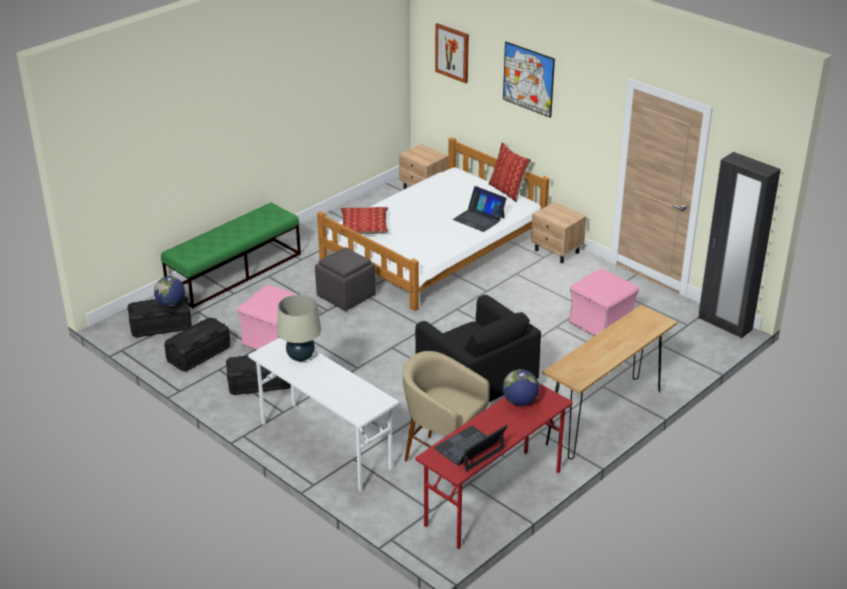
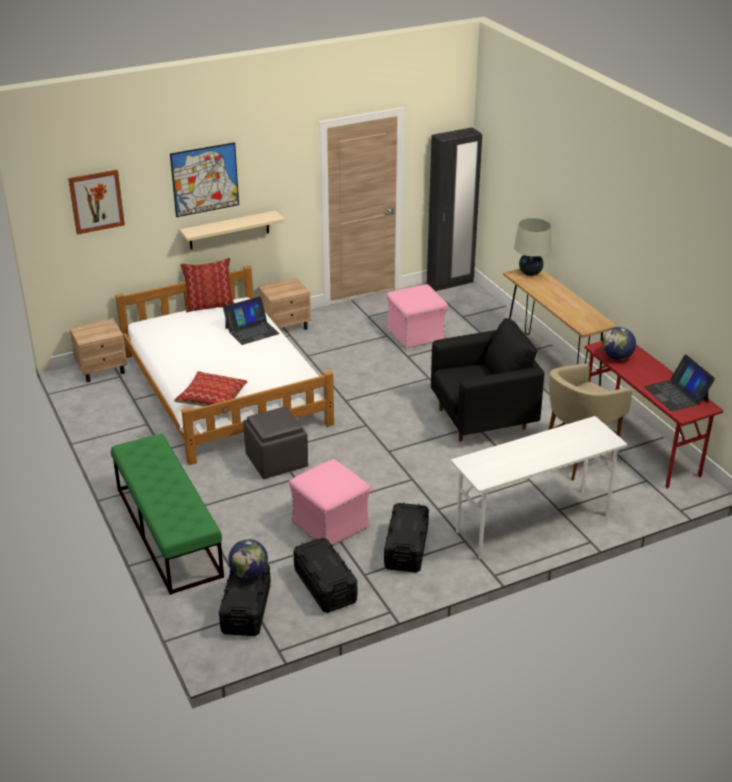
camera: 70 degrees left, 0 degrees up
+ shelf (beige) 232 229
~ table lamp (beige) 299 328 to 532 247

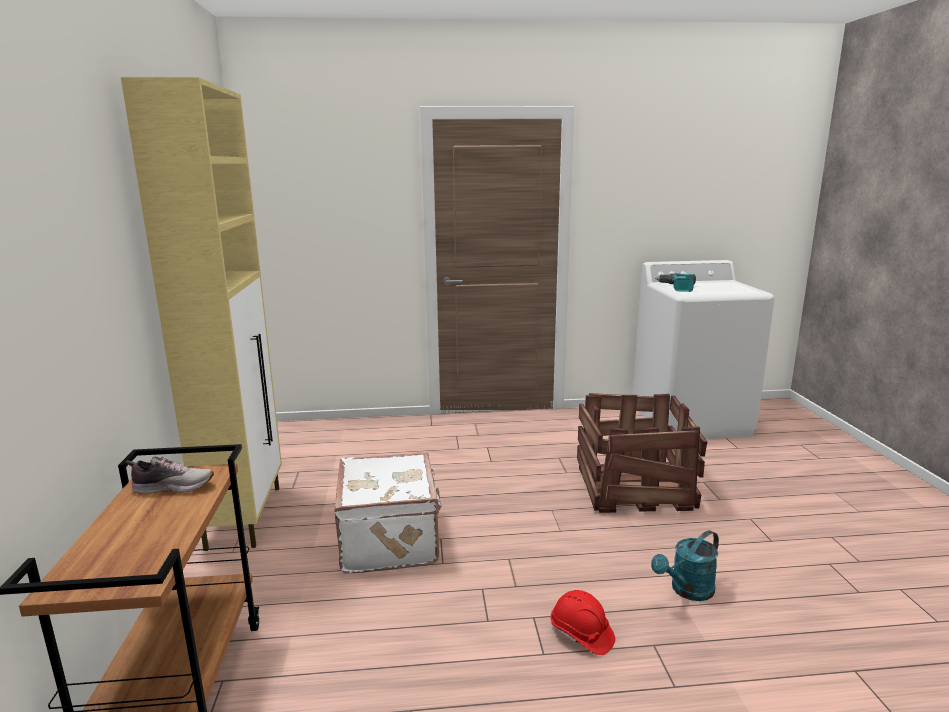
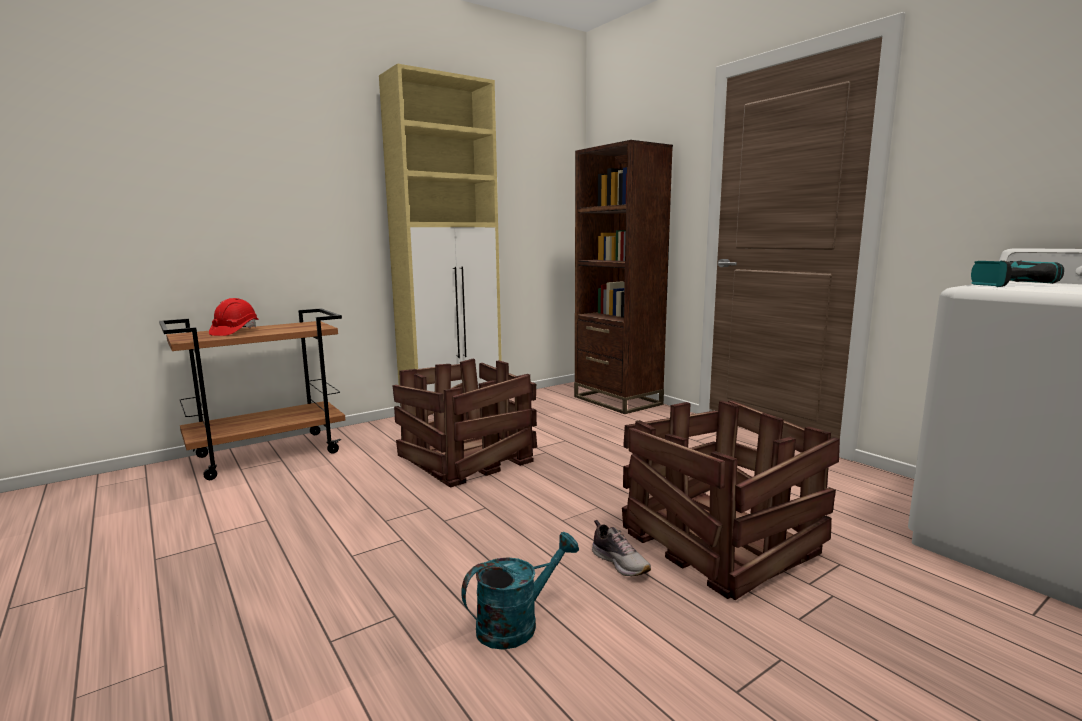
camera: 60 degrees right, 5 degrees down
+ bookcase (brown) 623 277
~ shoe 170 475 to 621 548
~ hard hat (red) 582 622 to 234 317
~ suitcase (white) 388 513 to crate 464 423
~ watering can (turquoise) 685 565 = 520 591 120 degrees clockwise

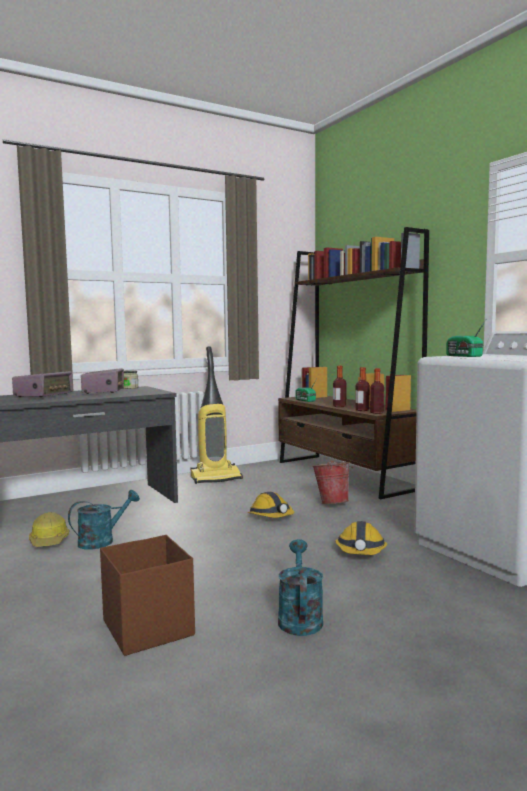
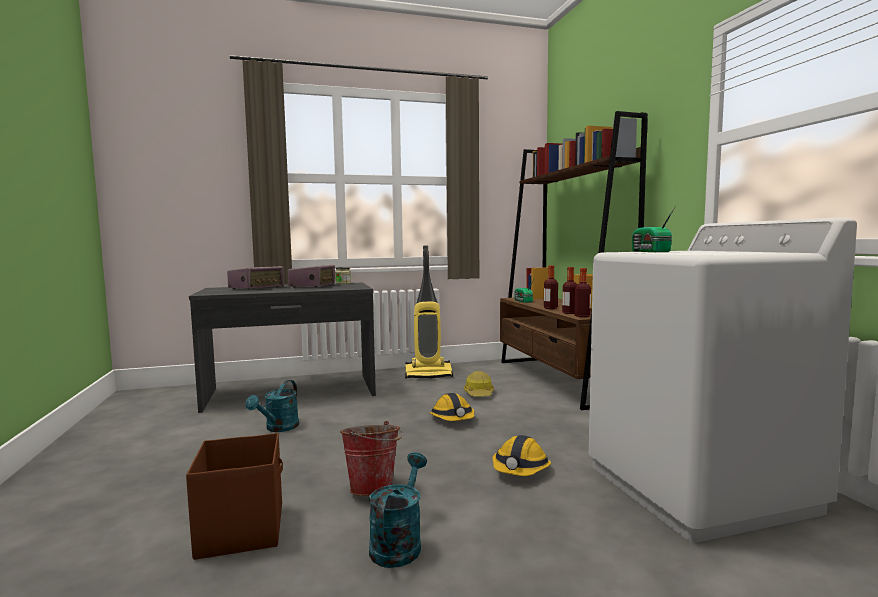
camera: 15 degrees right, 0 degrees up
~ hard hat 49 529 to 479 383
~ bucket 332 482 to 371 458
~ watering can (turquoise) 104 520 = 272 406 135 degrees clockwise

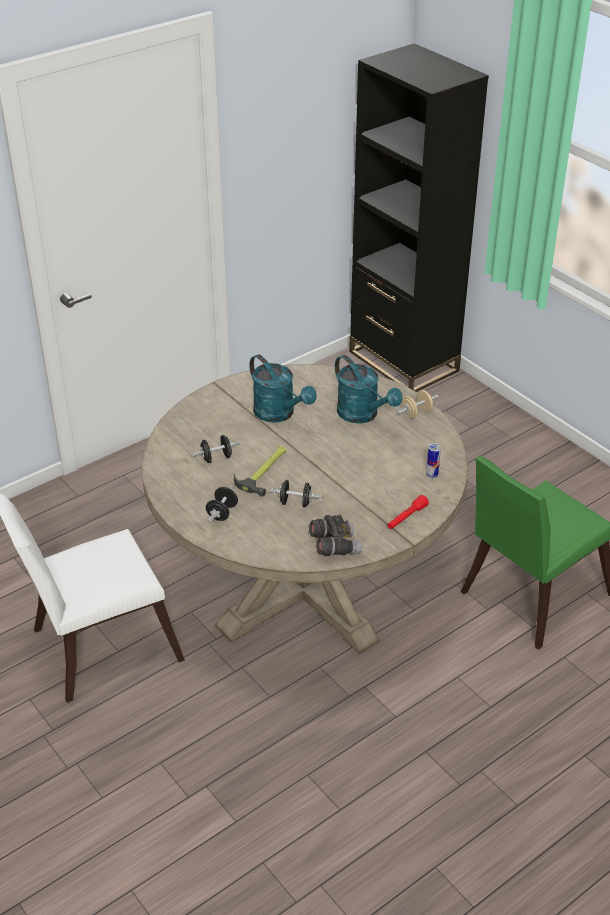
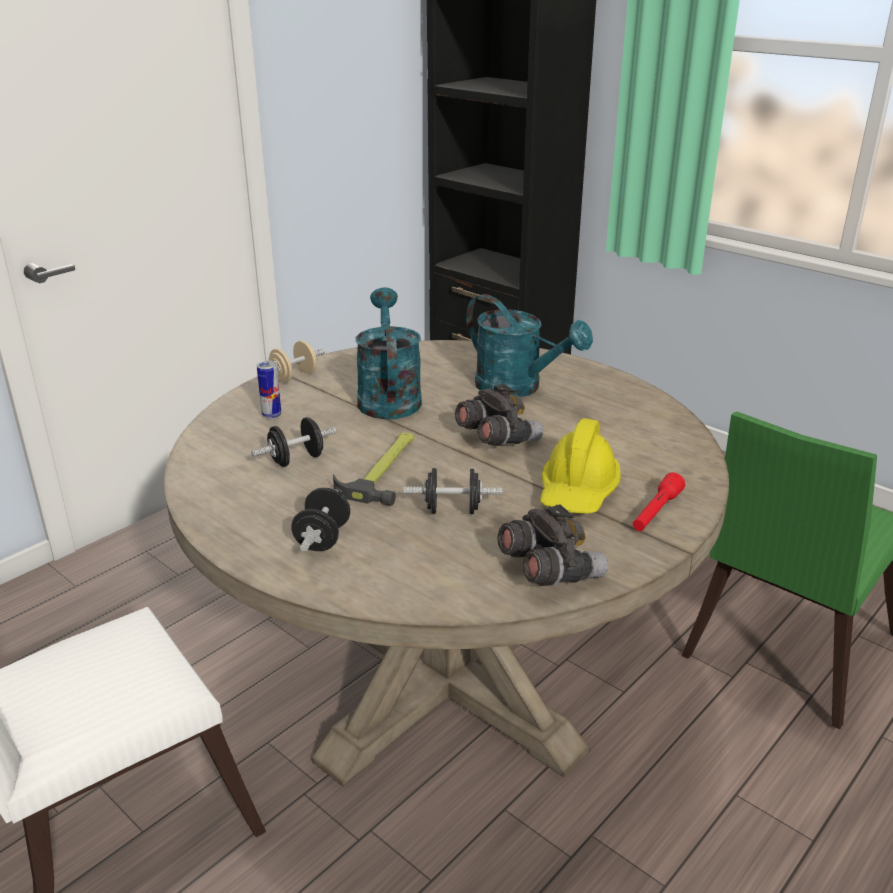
camera: 10 degrees left, 10 degrees down
+ binoculars (grey) 499 415
+ hard hat (yellow) 580 466
~ dumbbell (beige) 417 404 to 297 362
~ can 433 460 to 269 389
~ watering can (turquoise) 283 389 = 389 353 135 degrees counterclockwise

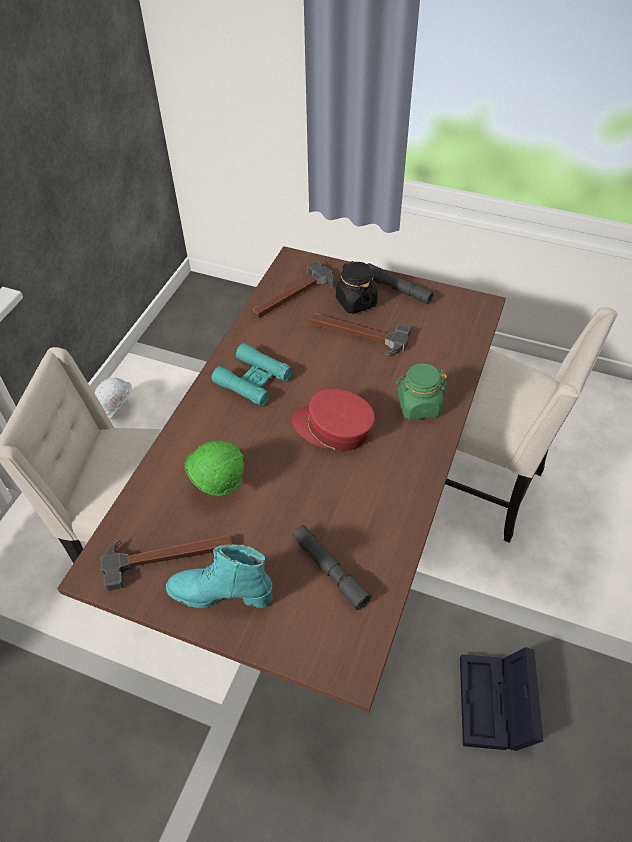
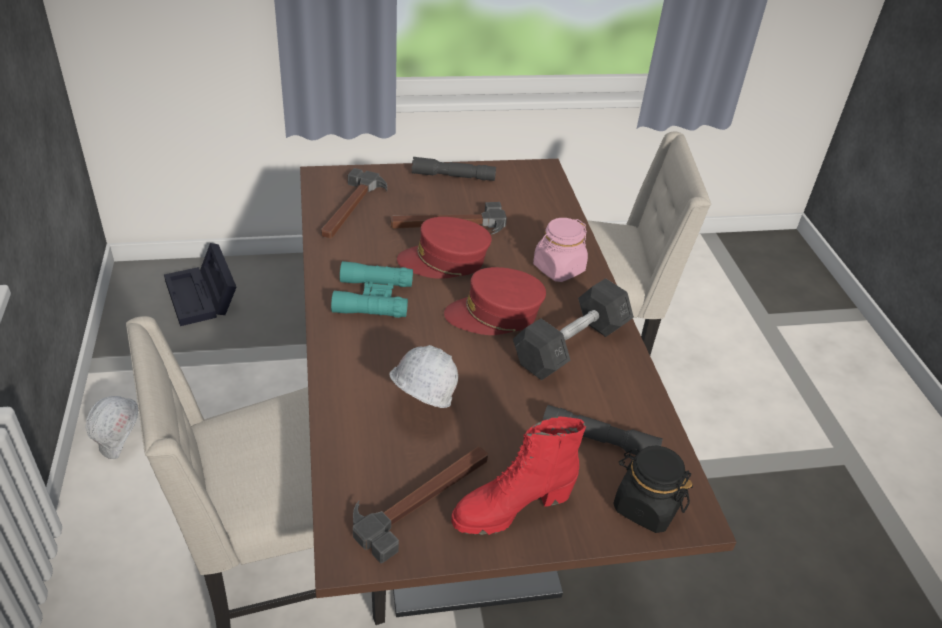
camera: 35 degrees left, 10 degrees down
+ cap (red) 444 248
+ dumbbell (grey) 573 329
~ jar (black) 357 287 to 653 489
~ storage box (black) 501 699 to 200 284
~ boot (turquoise) 219 576 to boot (red) 518 476
~ hard hat (green) 214 468 to hard hat (white) 423 376
~ jar (green) 421 391 to jar (pink) 560 250

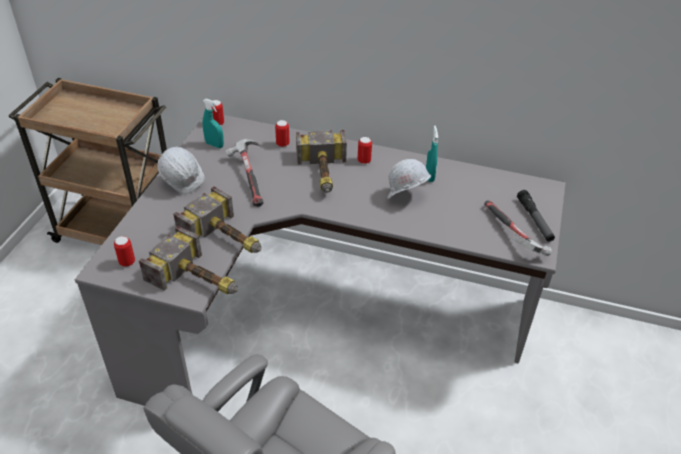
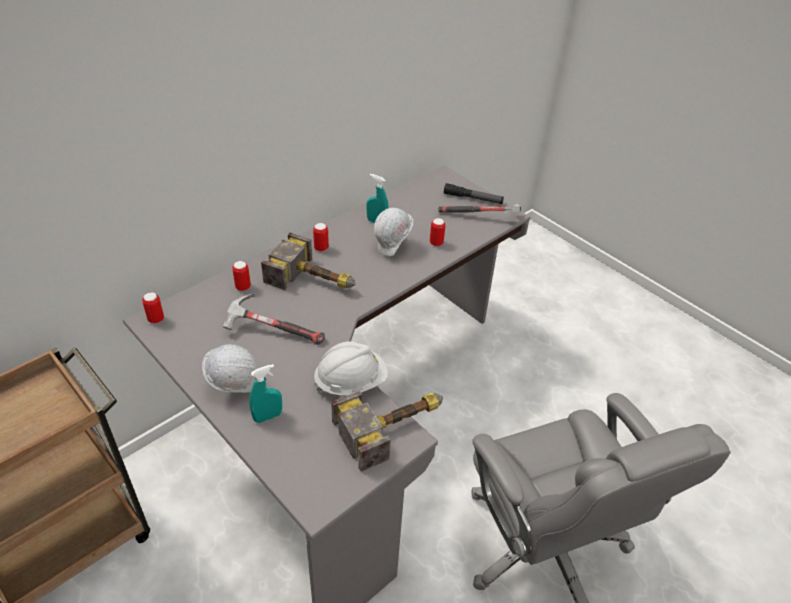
camera: 60 degrees left, 0 degrees up
~ can 124 251 to 437 232
~ spray bottle (turquoise) 213 123 to 265 393
~ hammer 217 219 to hard hat (white) 351 368

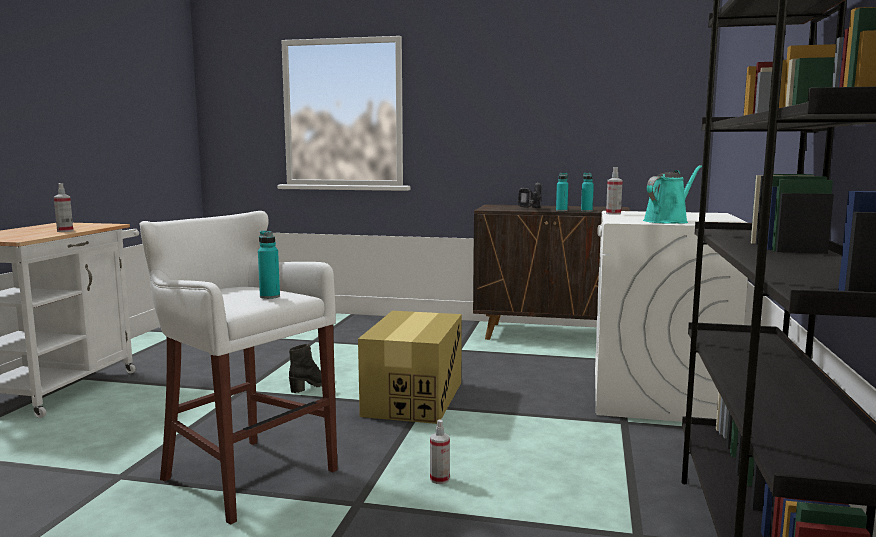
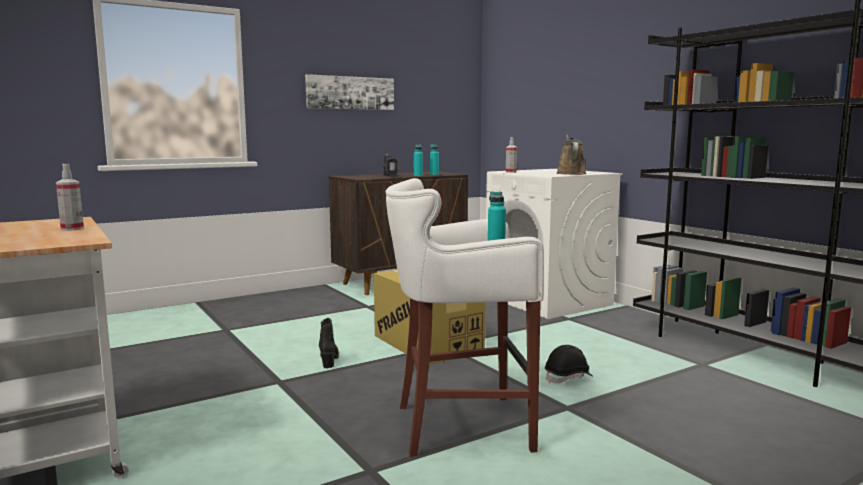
camera: 45 degrees left, 0 degrees up
+ picture 349 92
~ spray bottle 440 452 to hard hat (black) 568 364
~ watering can (turquoise) 672 194 to watering can (brown) 571 155

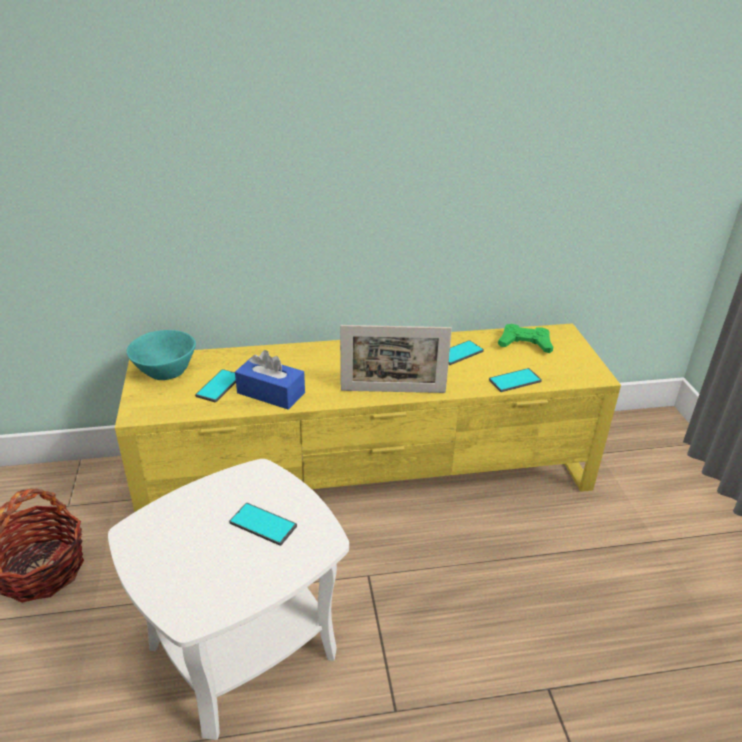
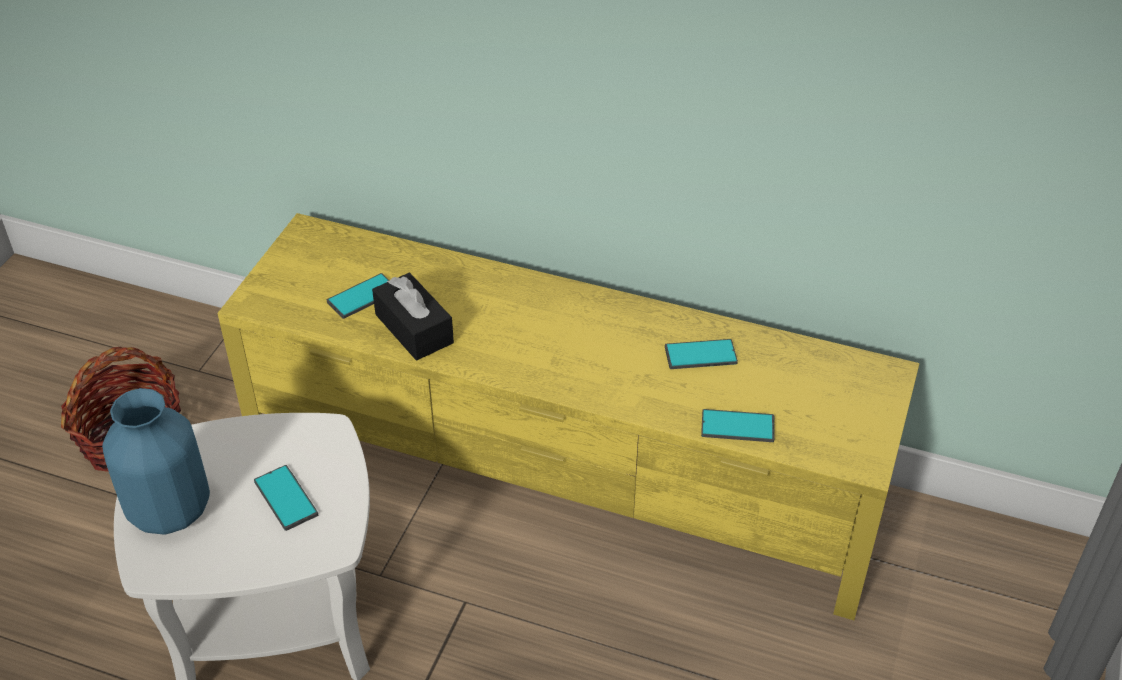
camera: 30 degrees right, 10 degrees up
- bowl (turquoise) 161 355
- picture frame 396 359
- game controller (green) 525 338
+ vase (blue) 156 461
~ tissue box (blue) 270 380 to tissue box (black) 413 316

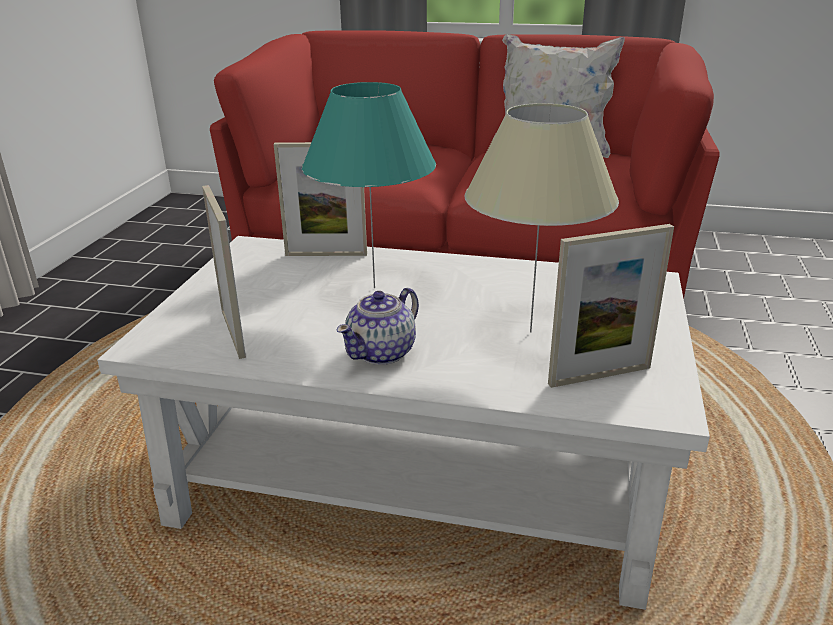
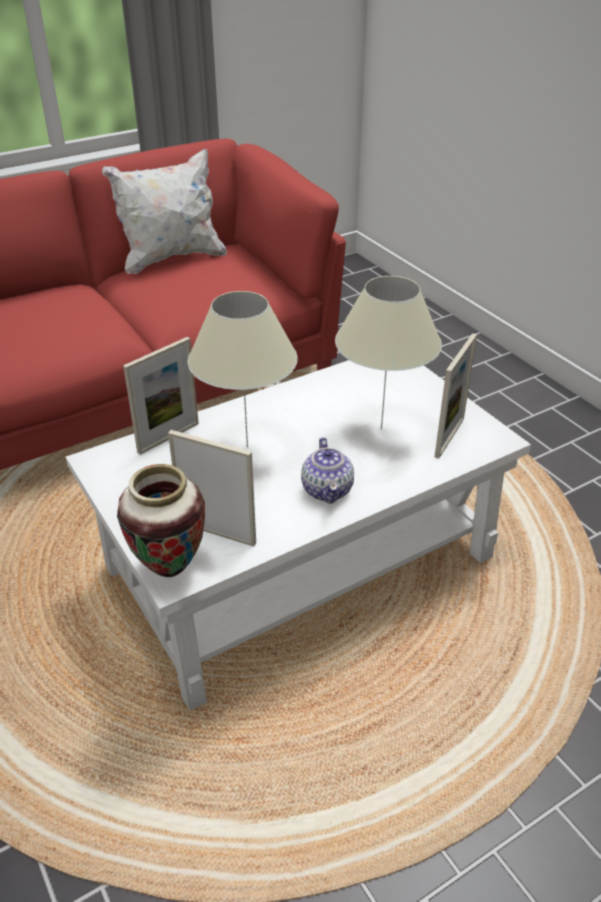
camera: 45 degrees left, 10 degrees up
+ vase 161 520
~ table lamp (turquoise) 369 185 to table lamp (beige) 242 369

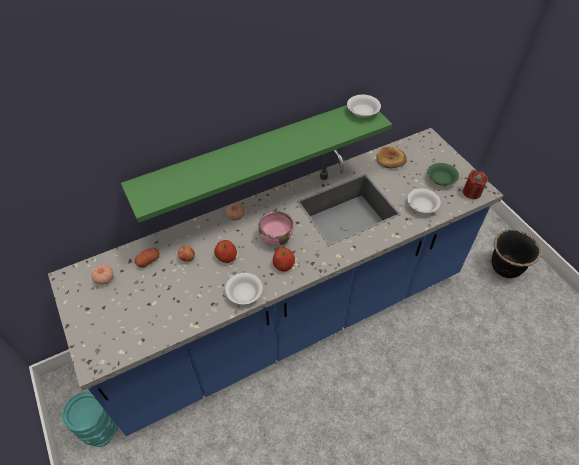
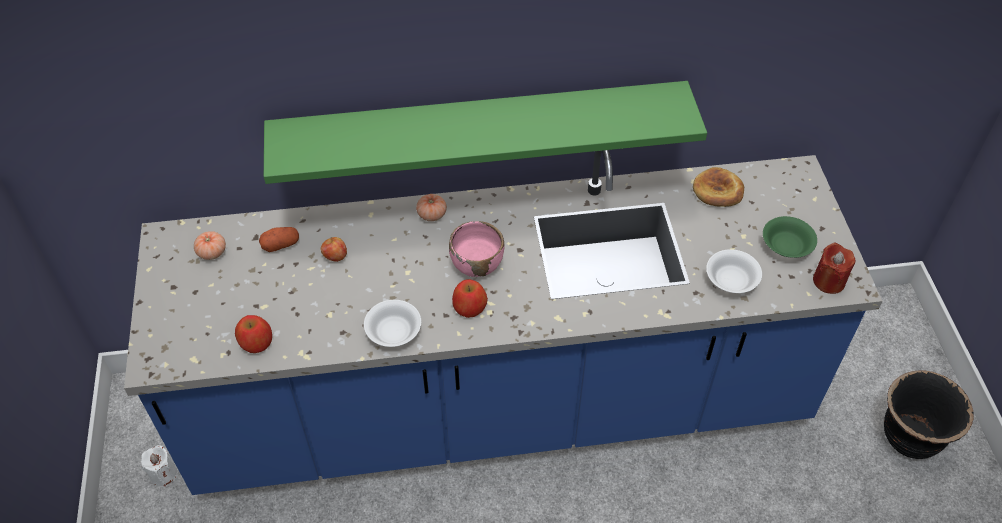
camera: 20 degrees right, 0 degrees up
- bowl (white) 364 106
~ apple 225 251 to 253 334
~ vase (turquoise) 90 419 to candle (white) 159 466

